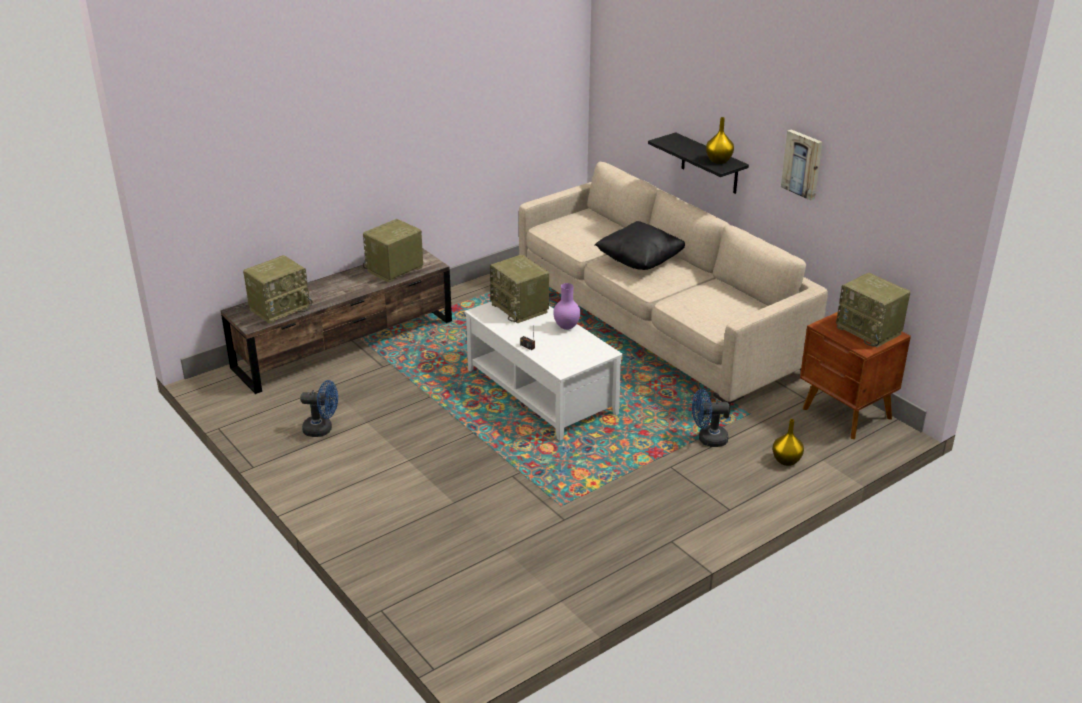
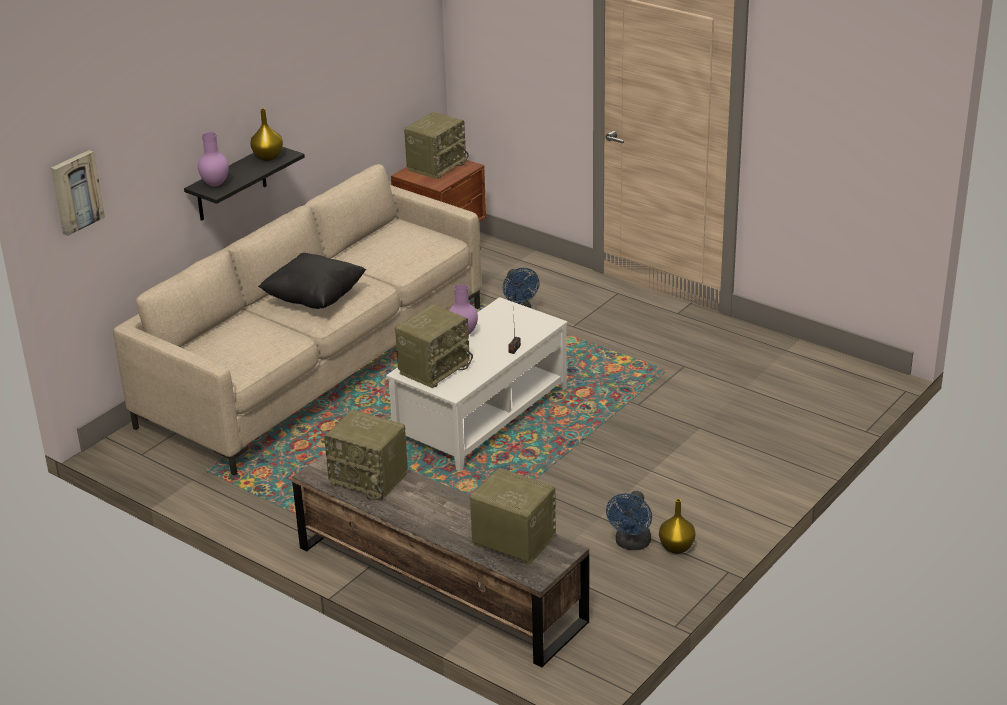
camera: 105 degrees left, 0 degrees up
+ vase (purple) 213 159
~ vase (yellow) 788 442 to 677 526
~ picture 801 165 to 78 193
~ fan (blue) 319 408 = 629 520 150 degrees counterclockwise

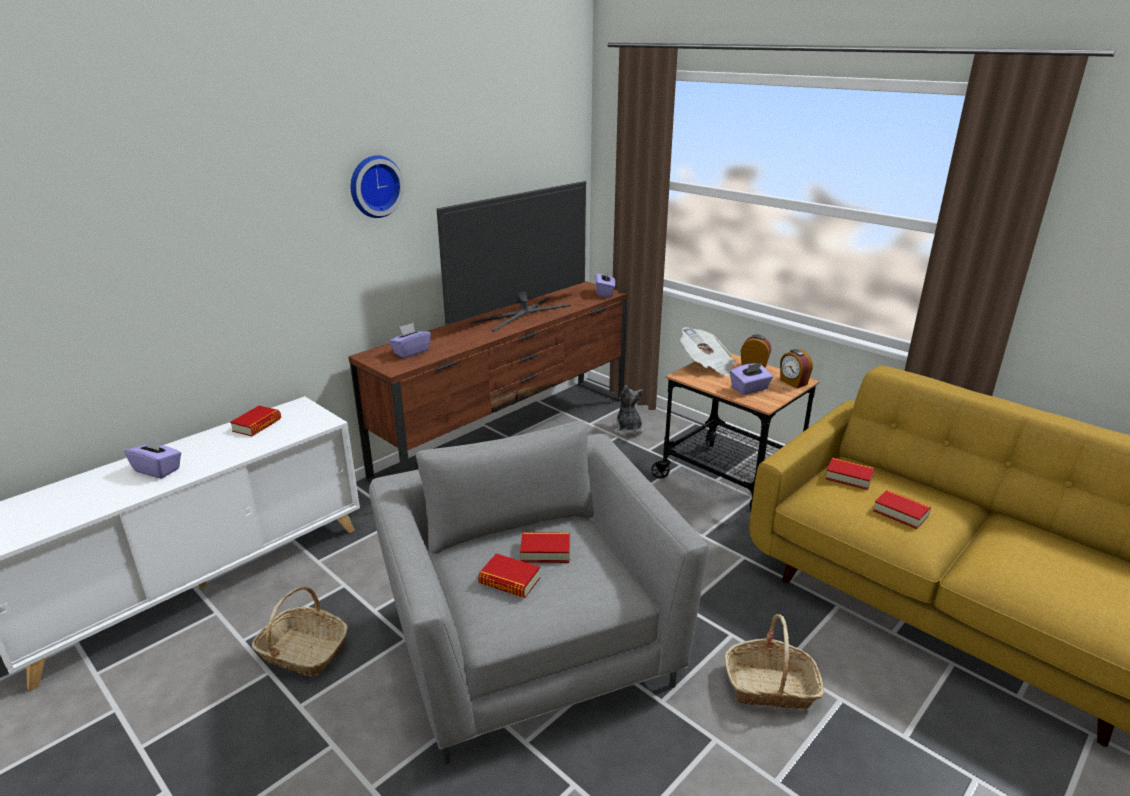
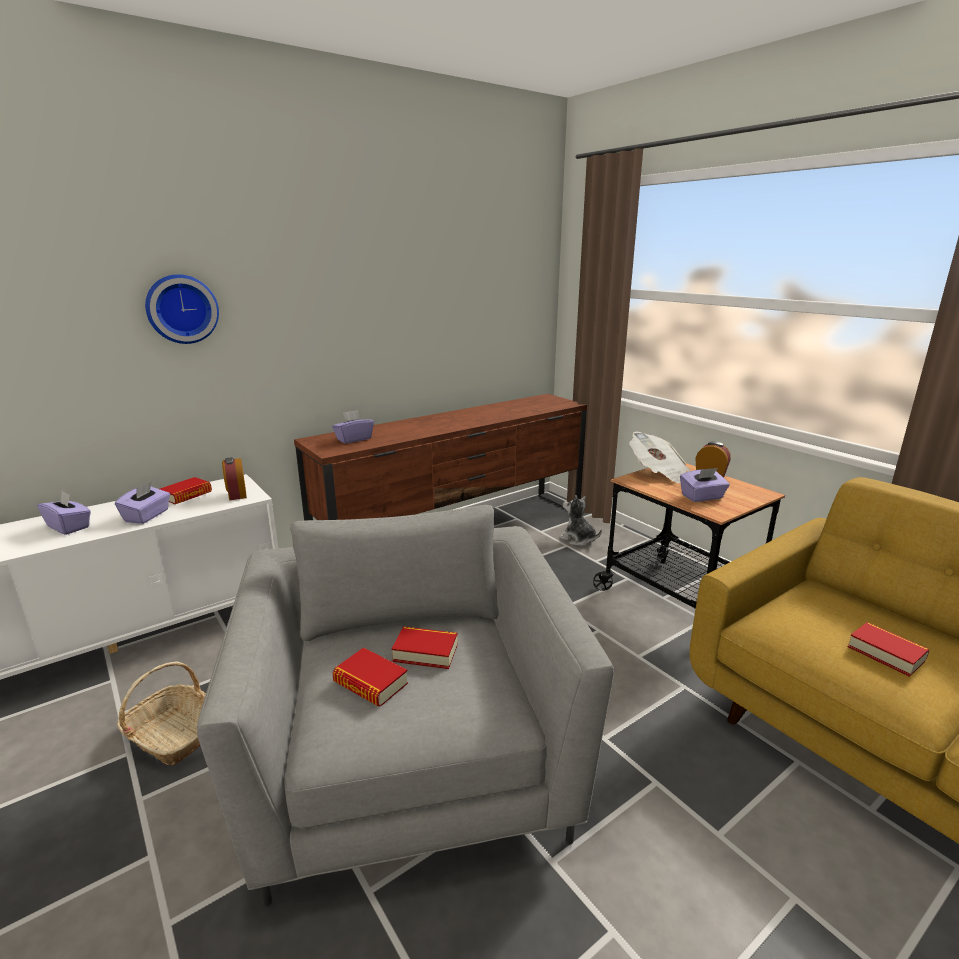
camera: 10 degrees right, 5 degrees down
- television 511 256
- basket 774 661
- book 849 474
~ wall clock 377 186 to 182 309
~ tissue box (purple) 605 283 to 142 503
~ alarm clock 796 368 to 234 478
~ plush toy 628 410 = 580 520 45 degrees counterclockwise

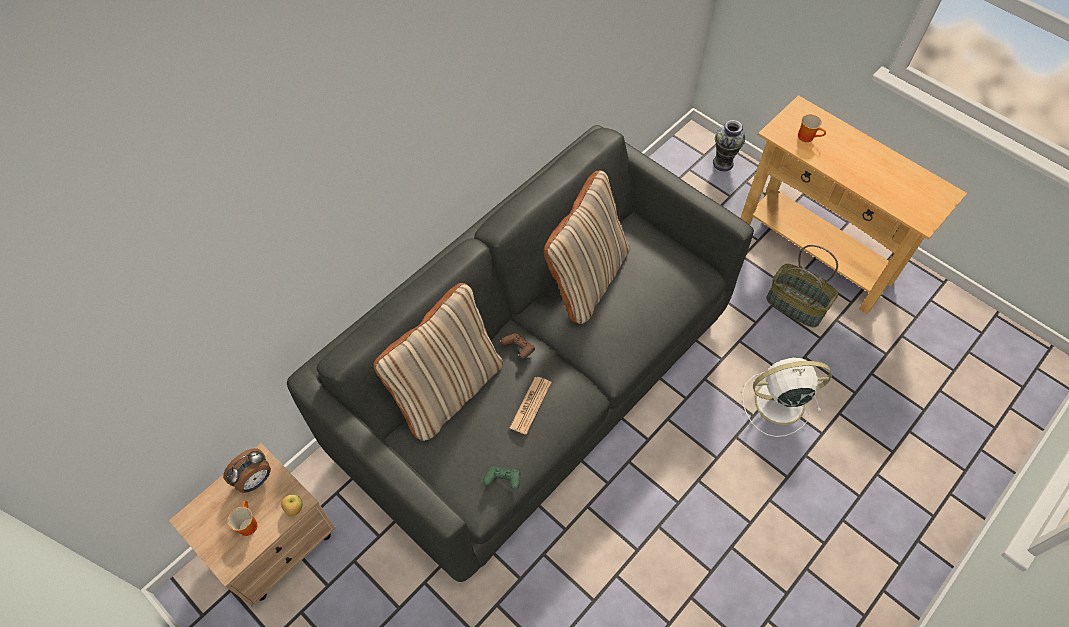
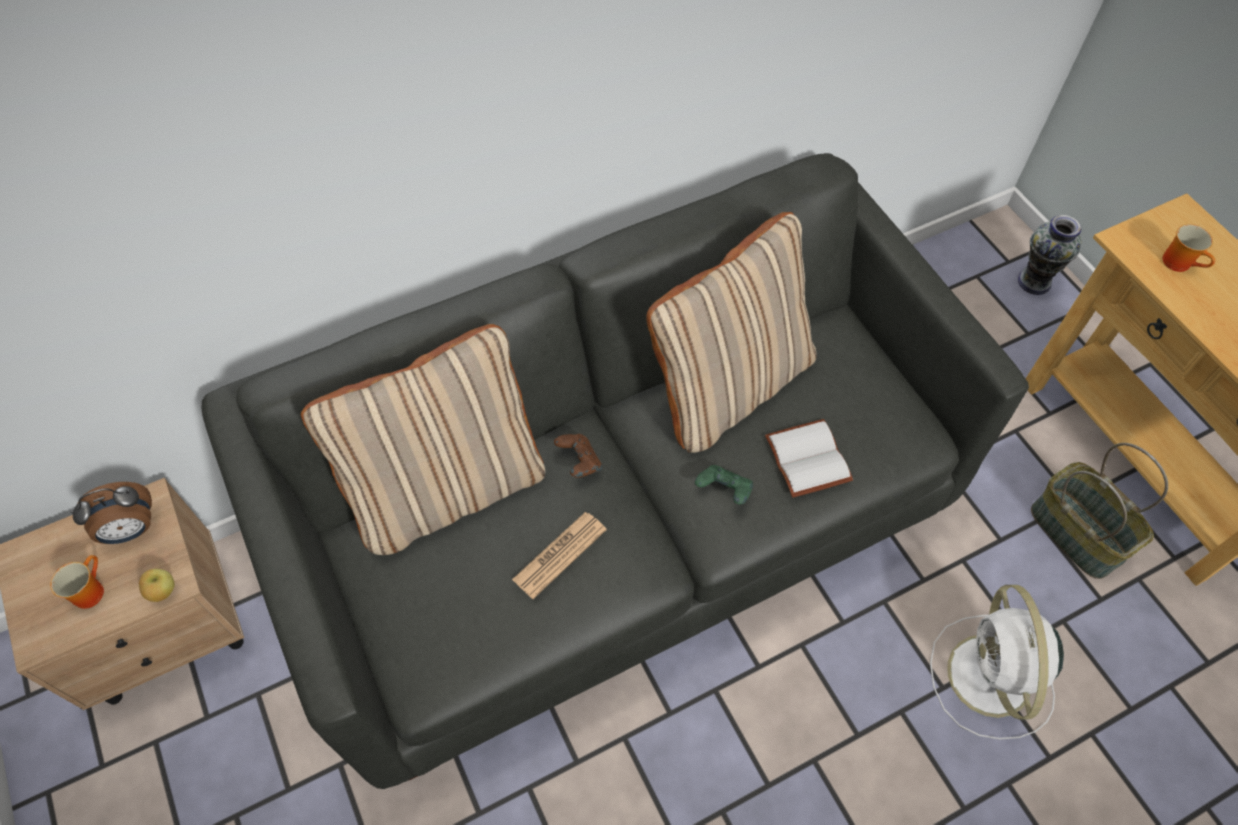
camera: 20 degrees right, 0 degrees up
+ book (white) 809 458
~ game controller (green) 502 478 to 724 484
~ fan (white) 787 397 = 997 662 105 degrees counterclockwise

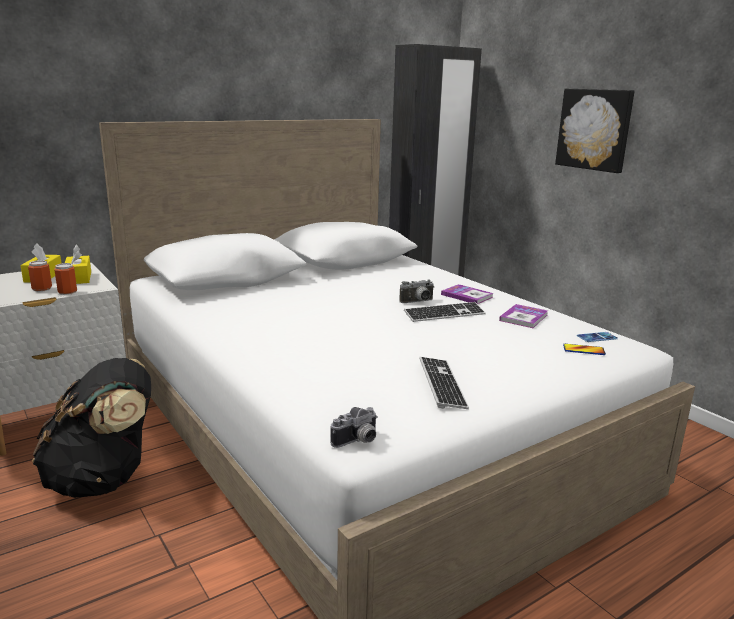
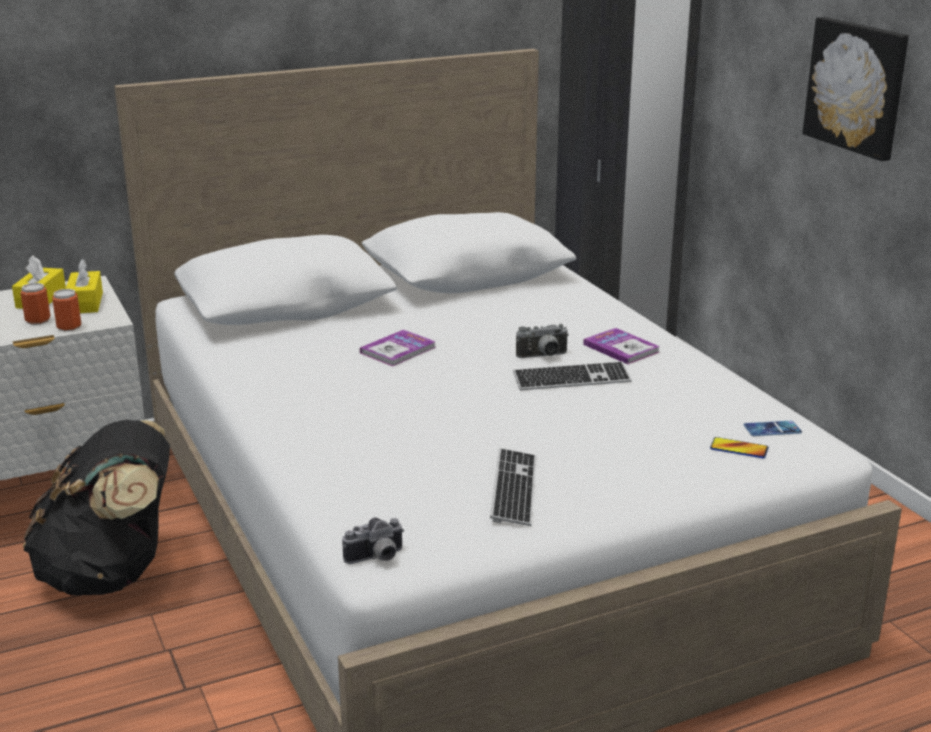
camera: 10 degrees right, 5 degrees up
~ book 523 316 to 398 348

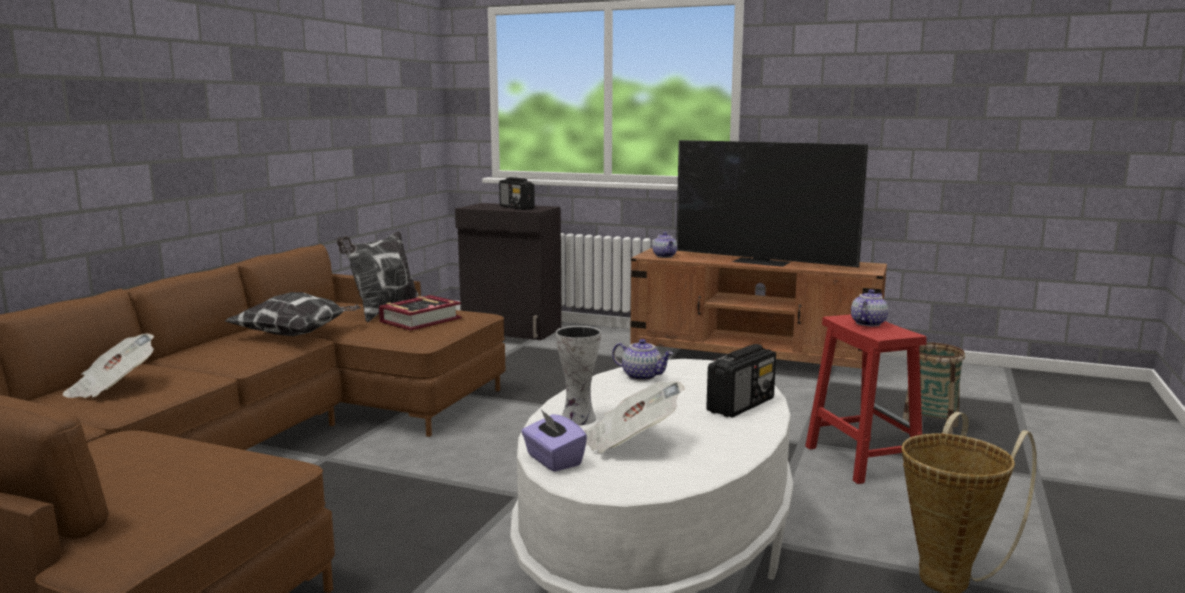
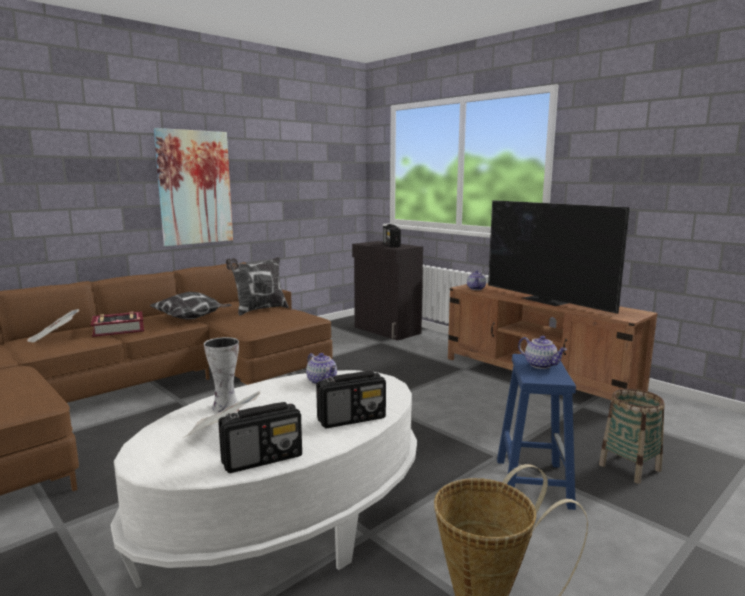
camera: 25 degrees right, 0 degrees up
- tissue box (purple) 554 441
+ picture 193 187
+ radio 260 437
~ book 420 313 to 117 324
~ stool (red) 866 399 to stool (blue) 536 432
~ teapot 869 307 = 542 352 75 degrees clockwise

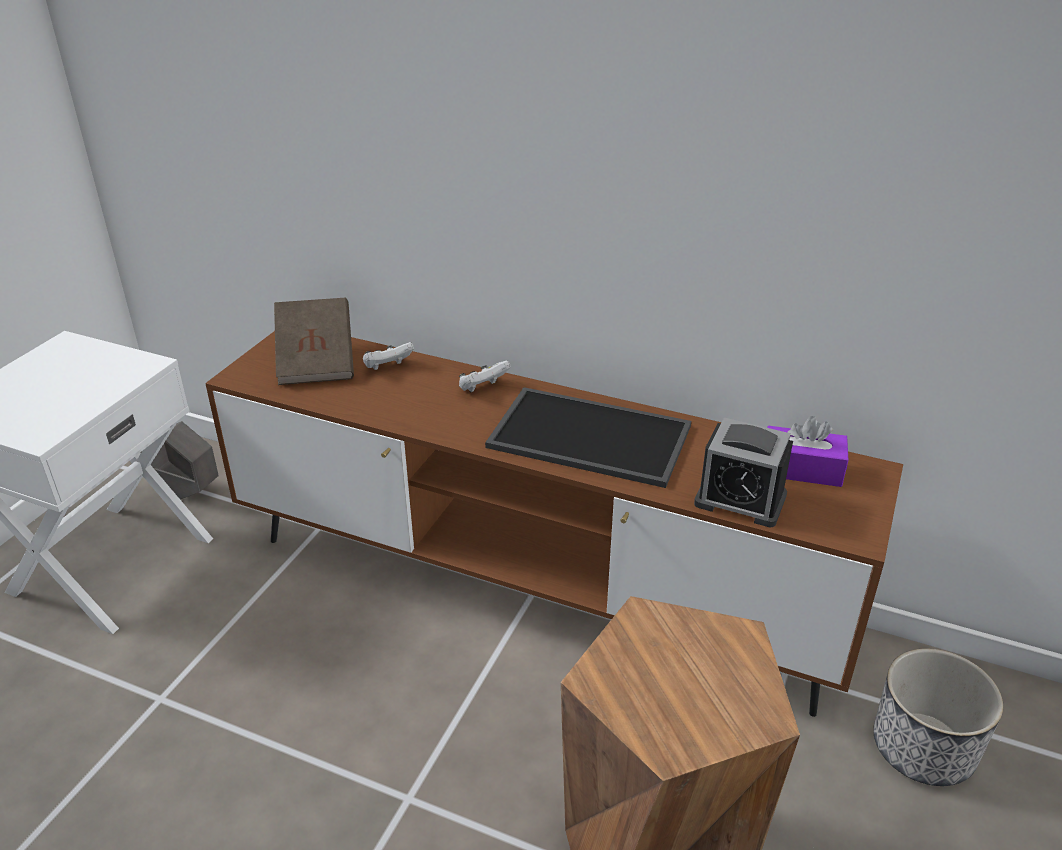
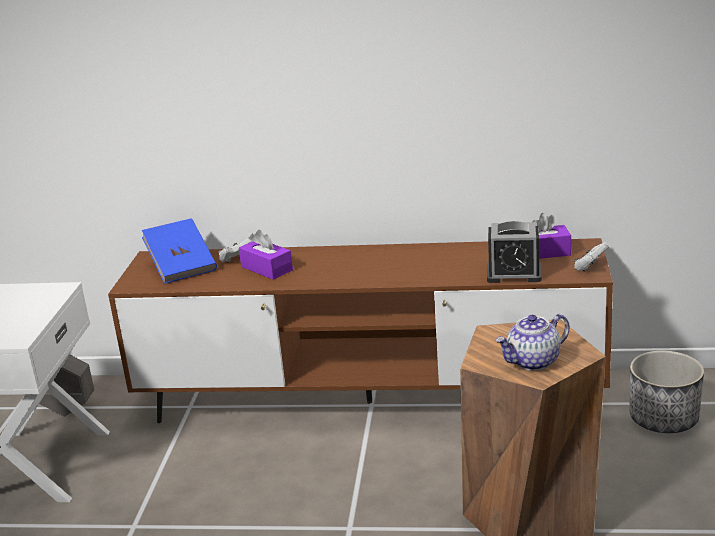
camera: 15 degrees left, 10 degrees down
- tray 588 437
+ tissue box (purple) 266 254
+ teapot 532 342
~ game controller (white) 485 376 to 591 256
~ book (brown) 314 341 to book (blue) 179 251

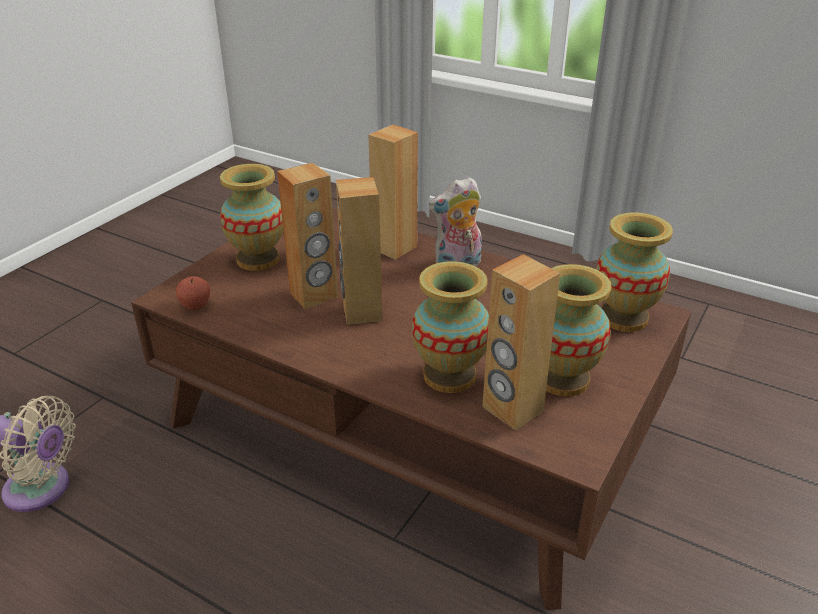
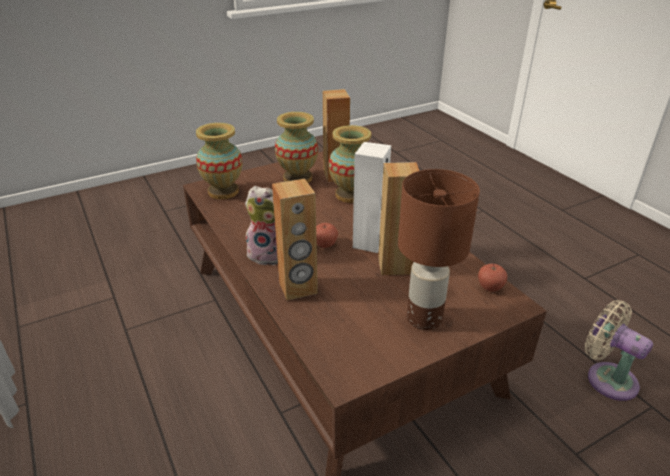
camera: 150 degrees left, 0 degrees up
+ apple 327 235
~ vase 251 217 to table lamp (brown) 439 249
~ speaker (brown) 359 251 to speaker (white) 372 197

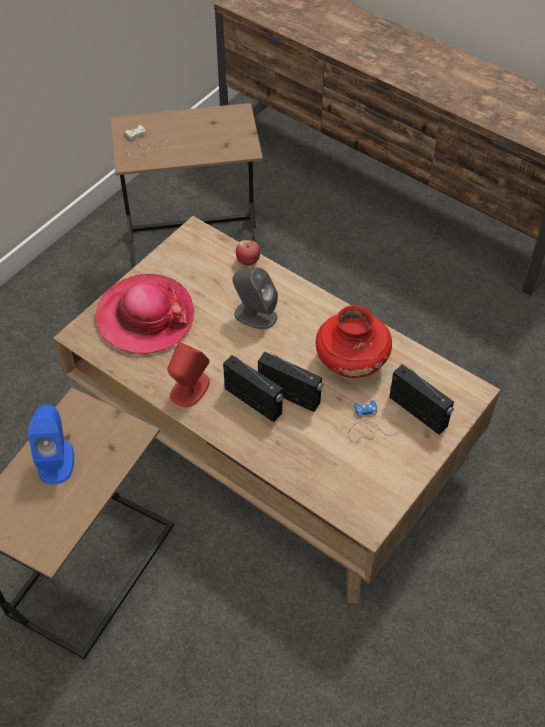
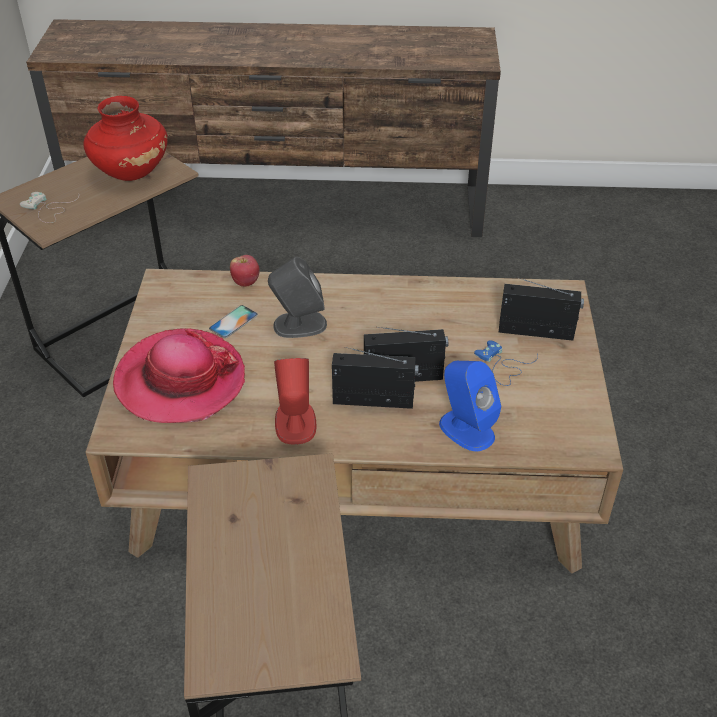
camera: 35 degrees left, 10 degrees down
+ phone 233 321
~ speaker (blue) 51 444 to 470 406
~ vase (red) 354 341 to 126 138

